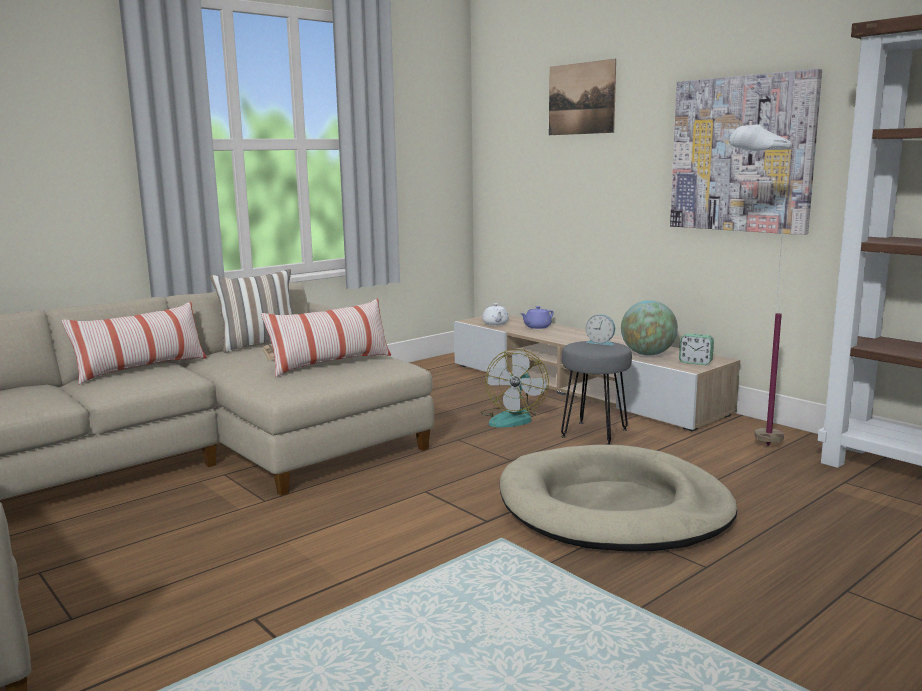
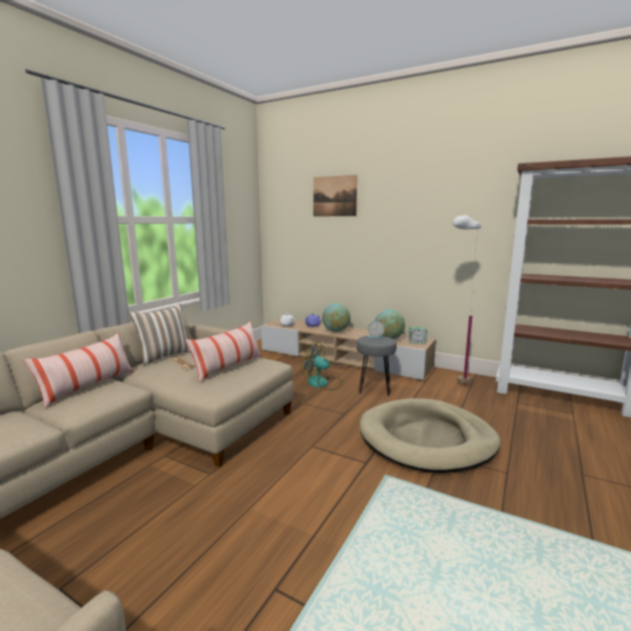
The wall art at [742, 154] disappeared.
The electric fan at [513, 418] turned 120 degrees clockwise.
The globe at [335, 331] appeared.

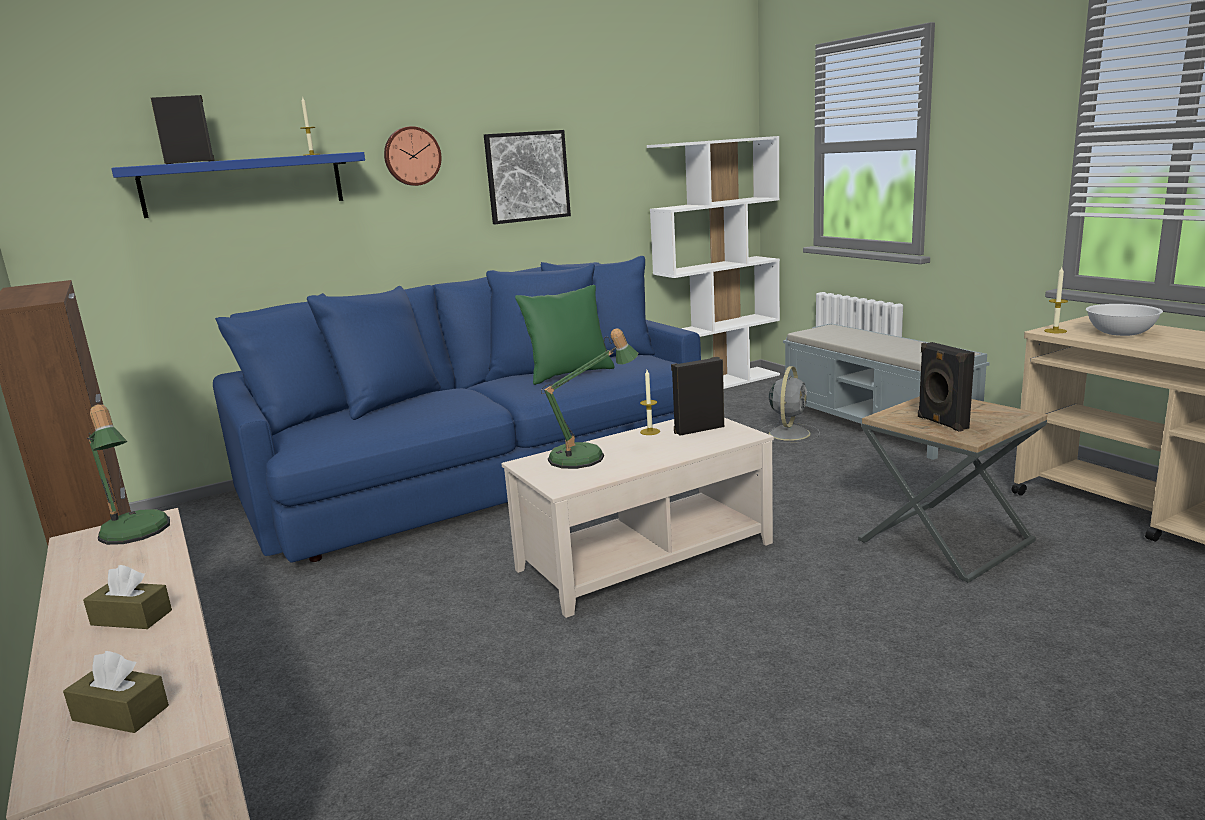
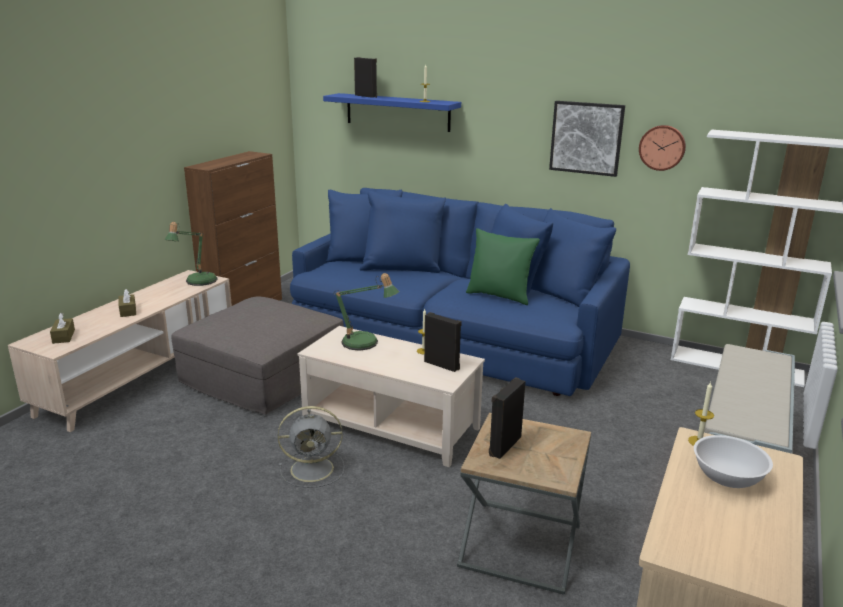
The hanging clock moved from [412, 156] to [662, 147].
The electric fan (greyish) moved from [789, 433] to [314, 469].
The ottoman (greyish) at [262, 375] appeared.

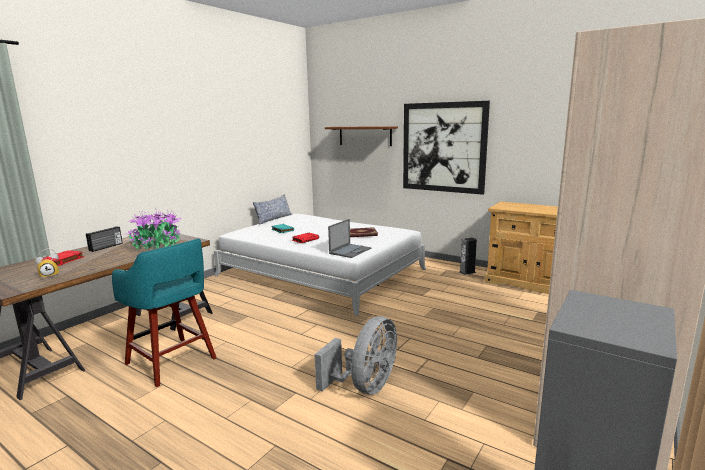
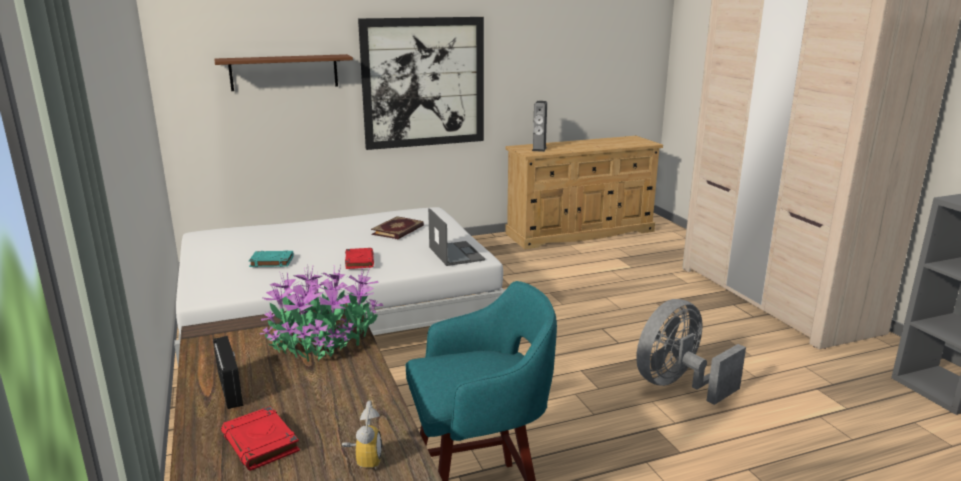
The cushion at [273, 219] disappeared.
The loudspeaker moved from [467, 272] to [539, 149].
The electric fan (greyish) at [365, 386] turned 105 degrees counterclockwise.

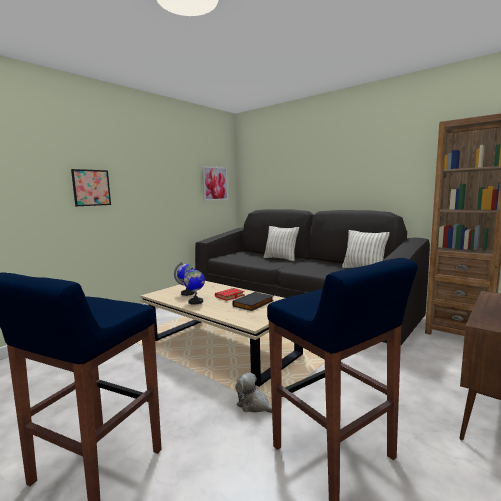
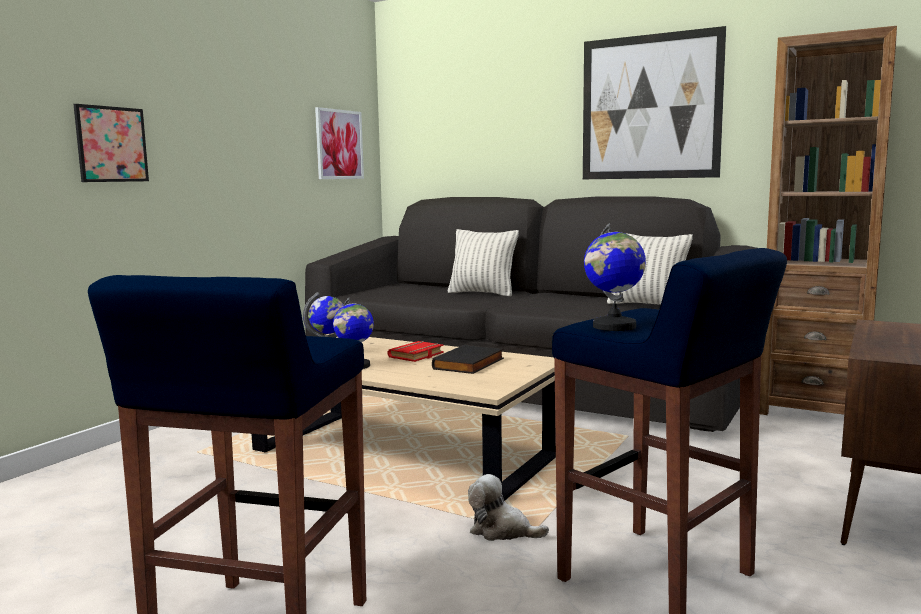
The wall art at [650, 107] appeared.
The globe at [614, 327] appeared.

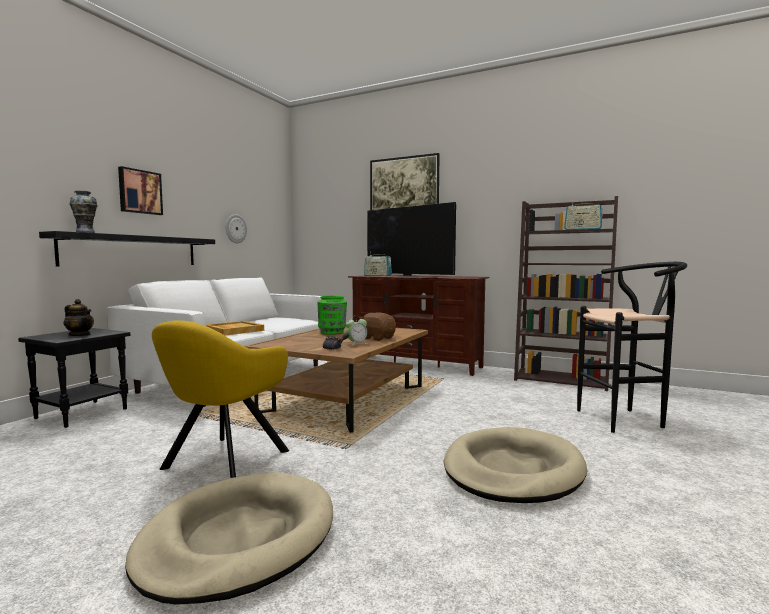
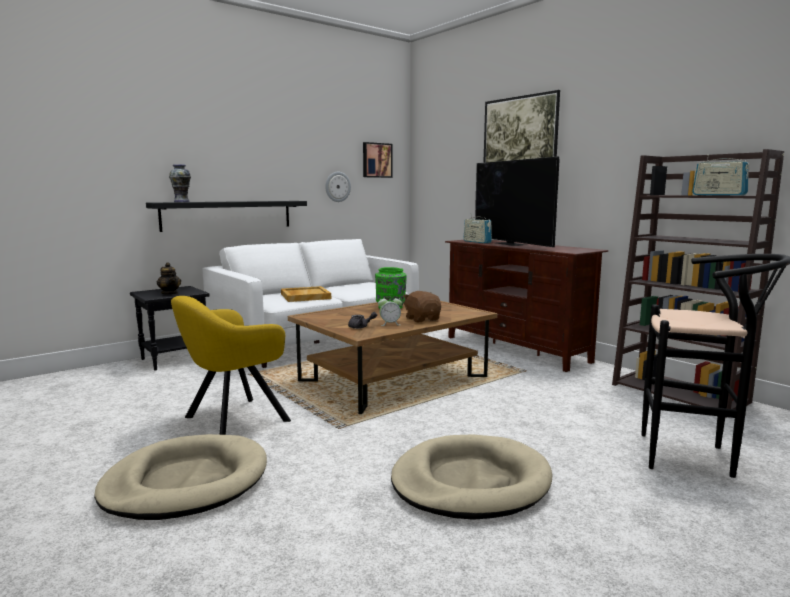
The wall art moved from [139, 192] to [376, 160].

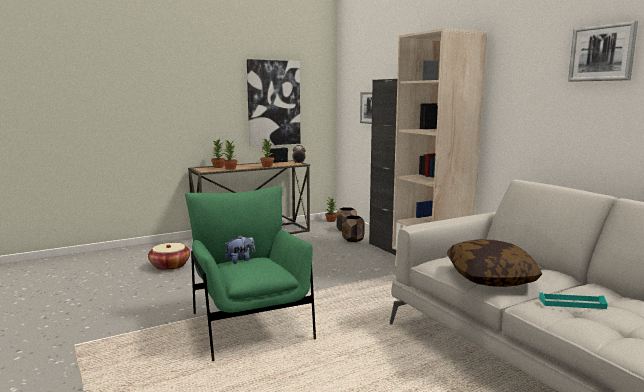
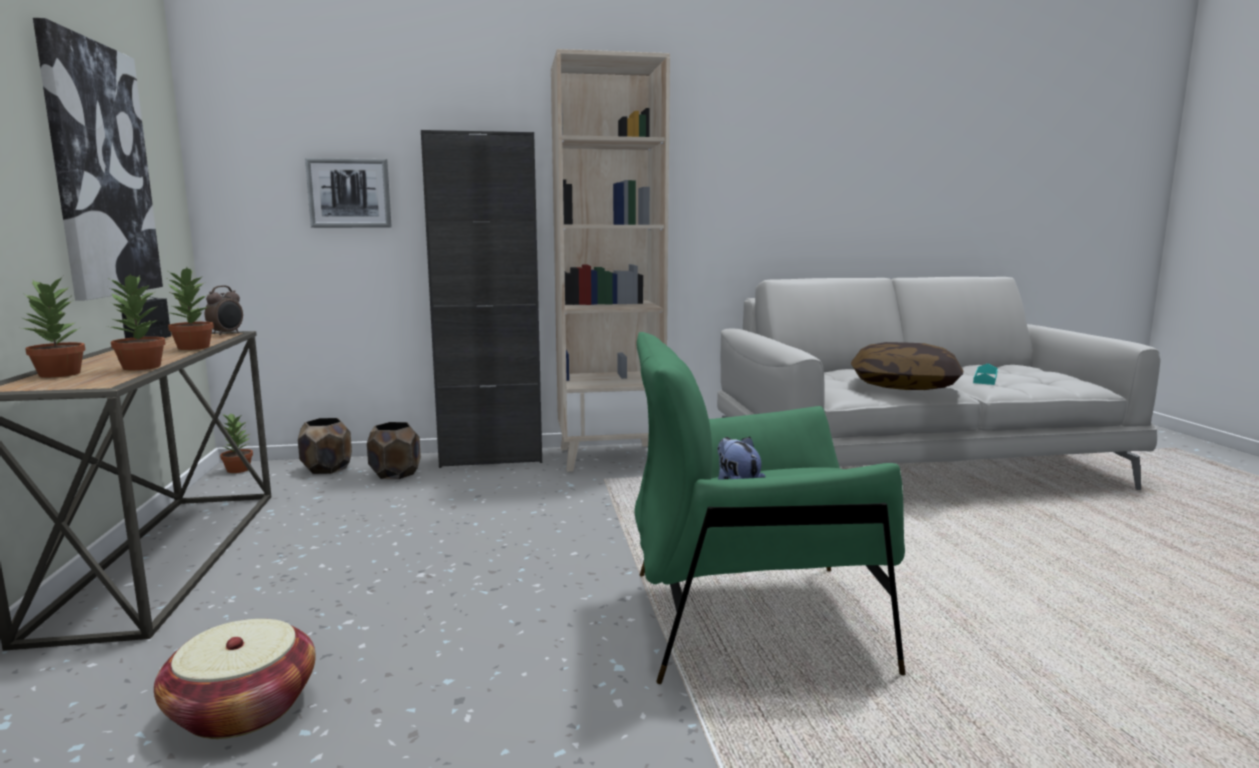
The wall art at [602, 53] disappeared.

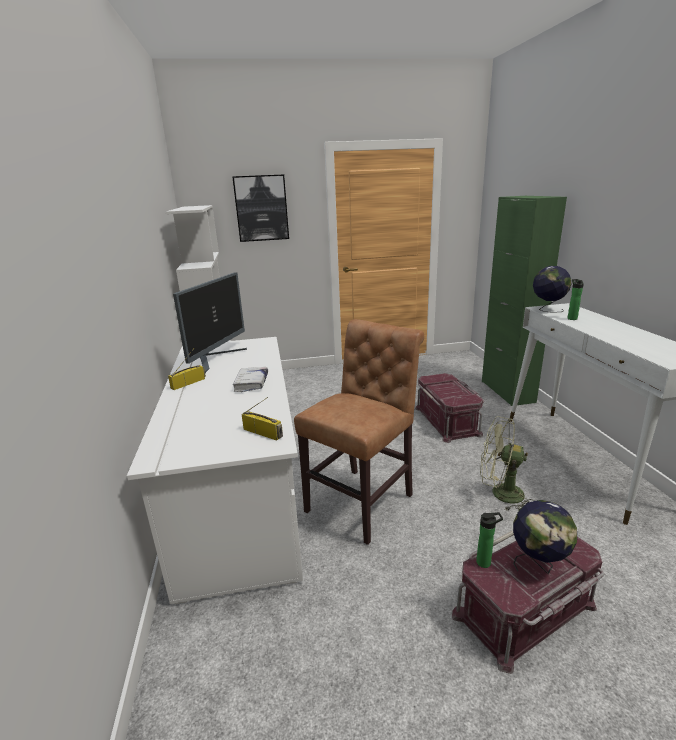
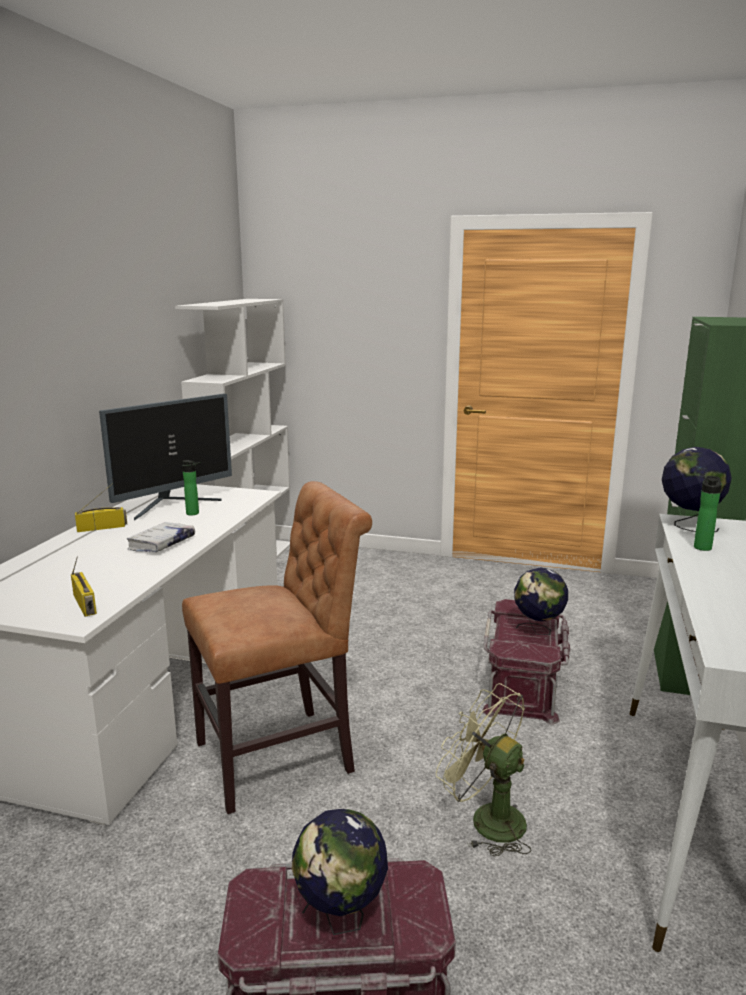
The wall art at [261, 208] disappeared.
The beverage bottle moved from [485, 562] to [194, 513].
The globe at [538, 631] appeared.

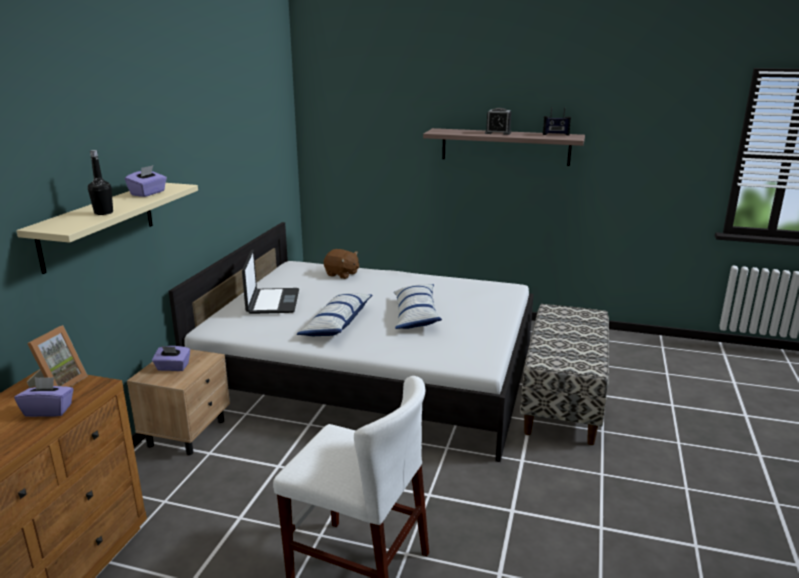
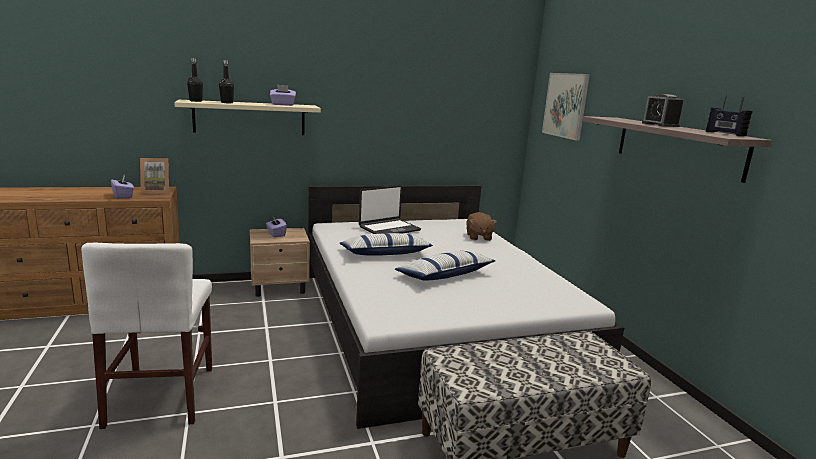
The beverage bottle (black-coloured) at [196, 101] appeared.
The wall art at [565, 105] appeared.

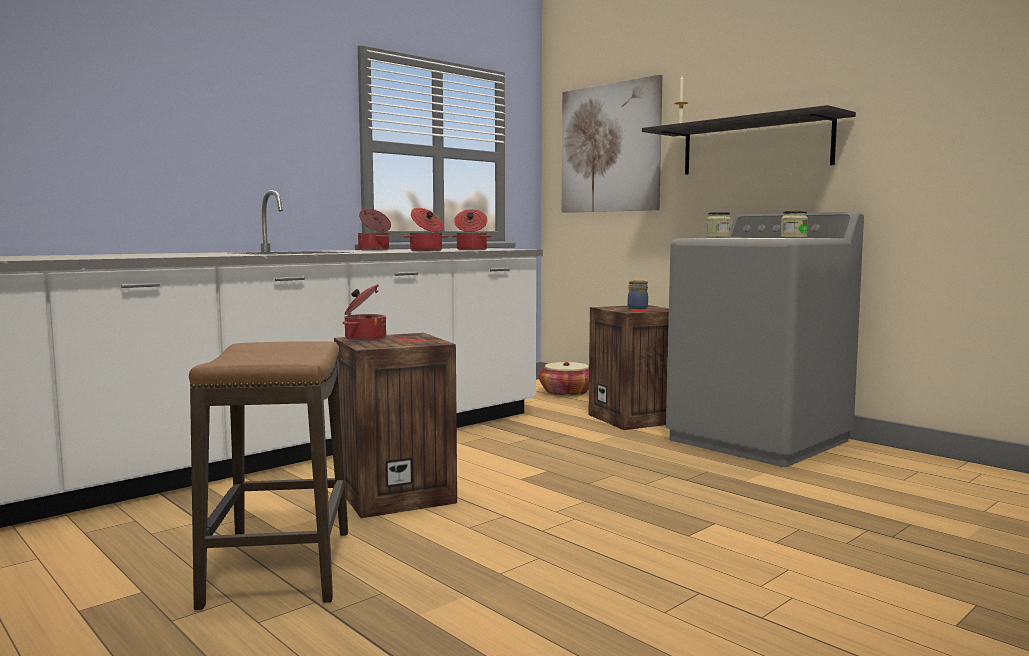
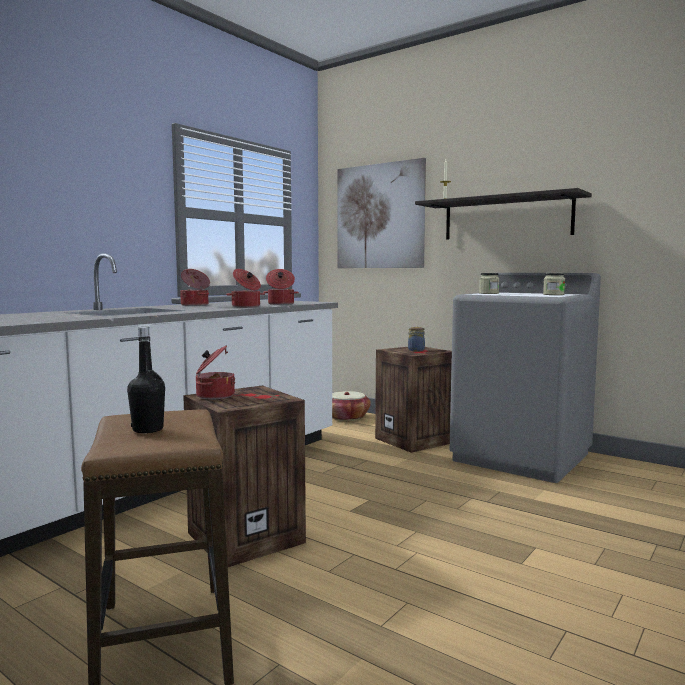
The beverage bottle (black-coloured) at [148, 429] appeared.

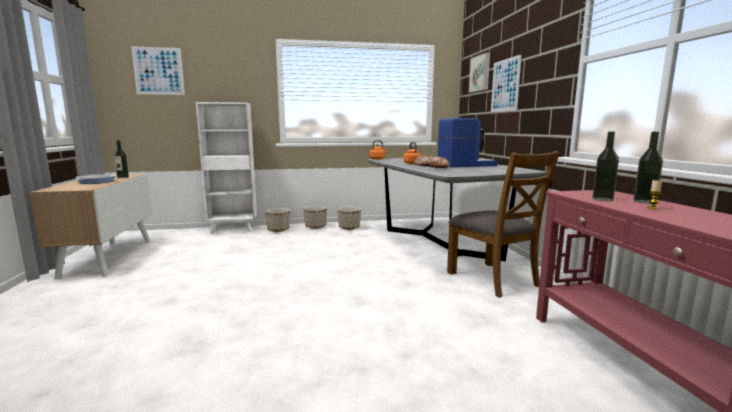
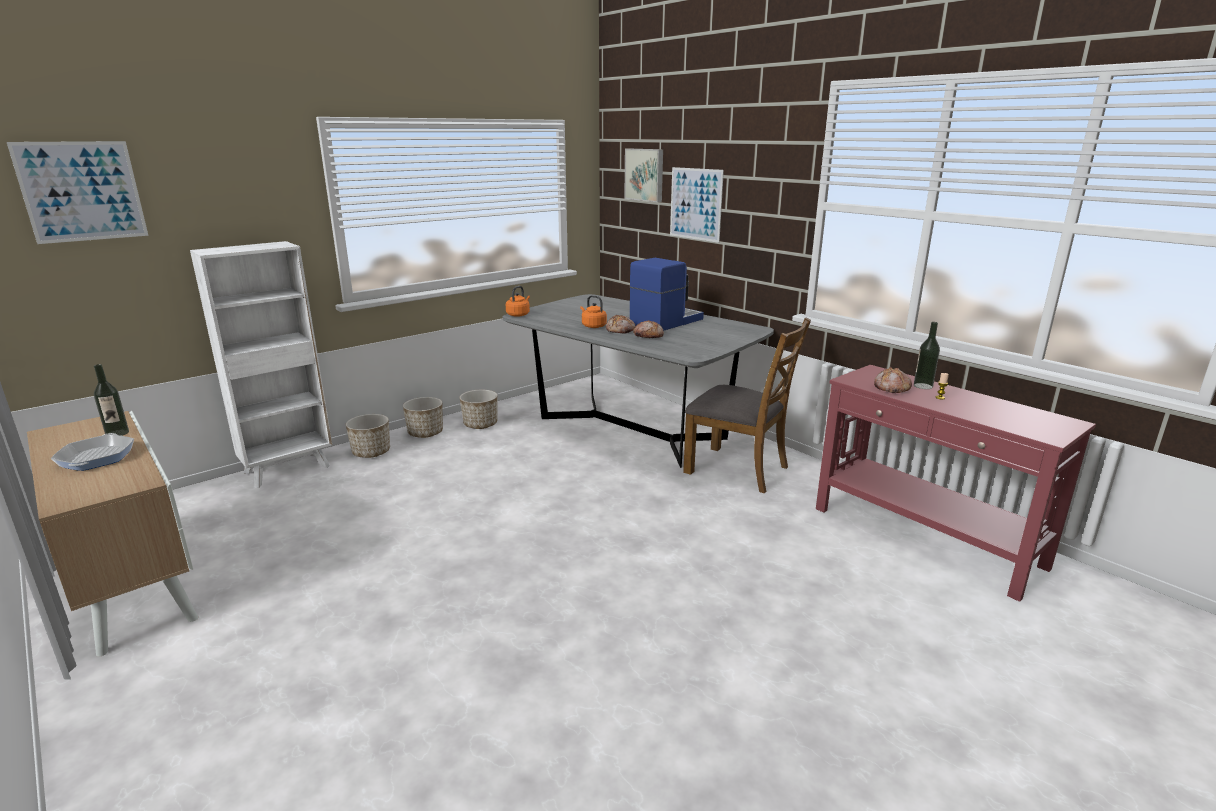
The beverage bottle at [602, 199] was replaced by the bakery bread at [891, 388].

